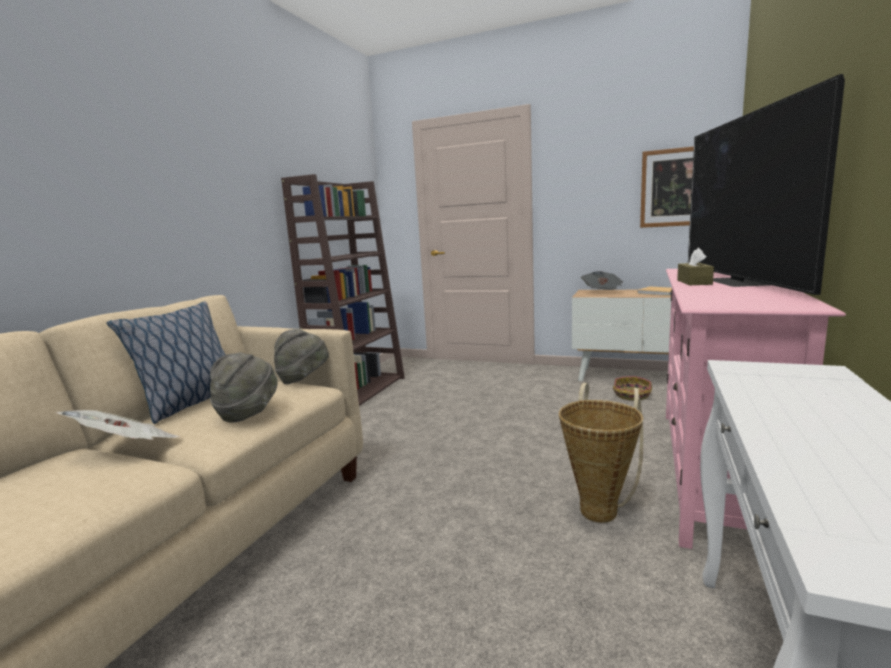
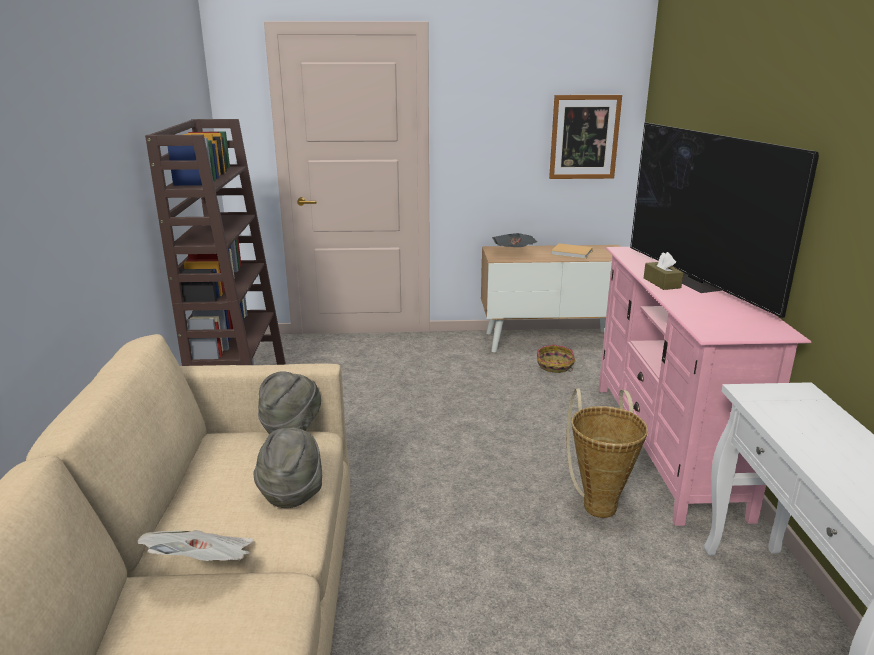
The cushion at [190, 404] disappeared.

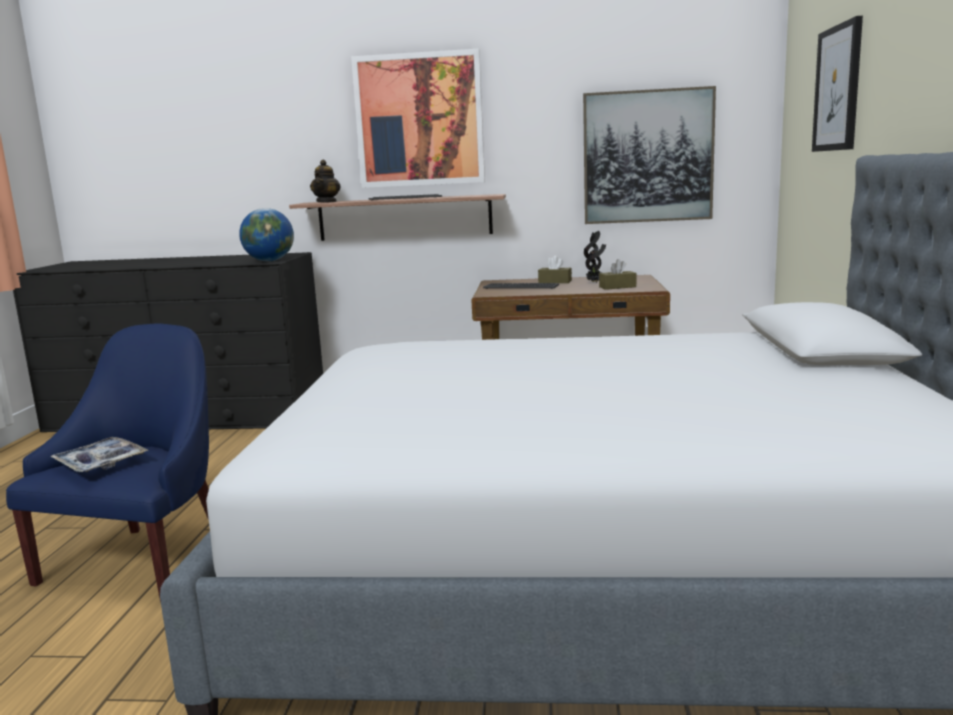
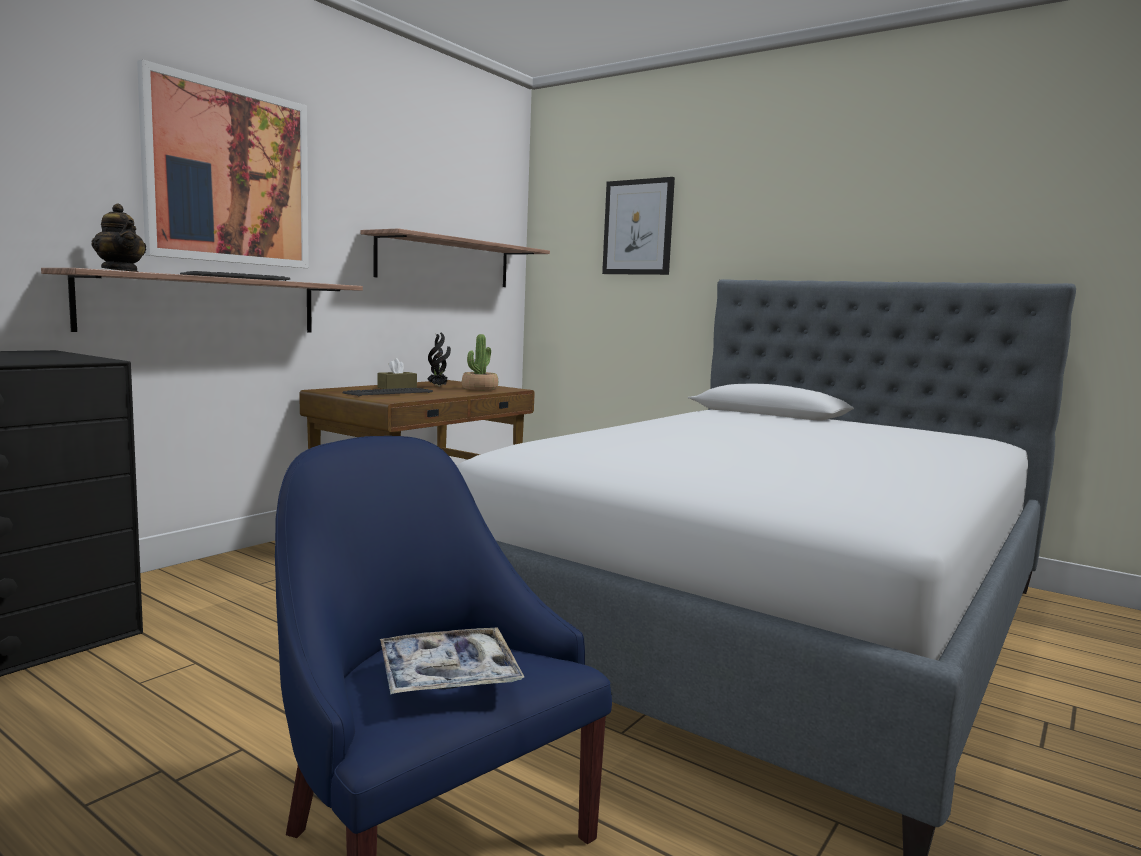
The wall art at [647, 157] was replaced by the shelf at [445, 262].
The globe at [269, 261] disappeared.
The tissue holder (brown) at [617, 287] was replaced by the potted plant at [479, 389].

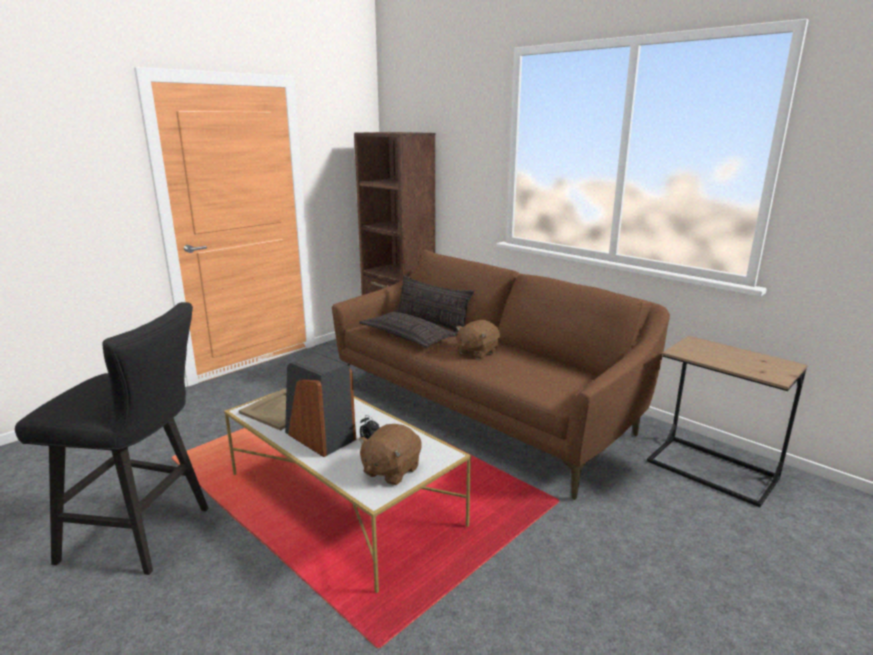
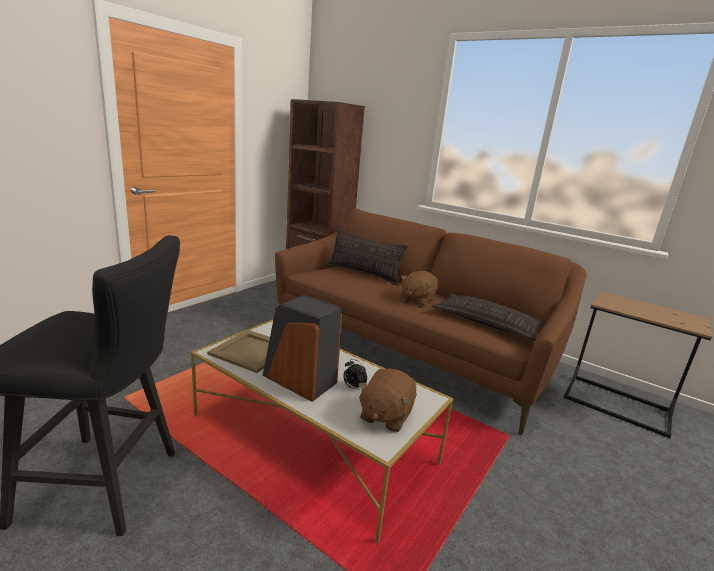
The cushion moved from [408, 336] to [487, 323].

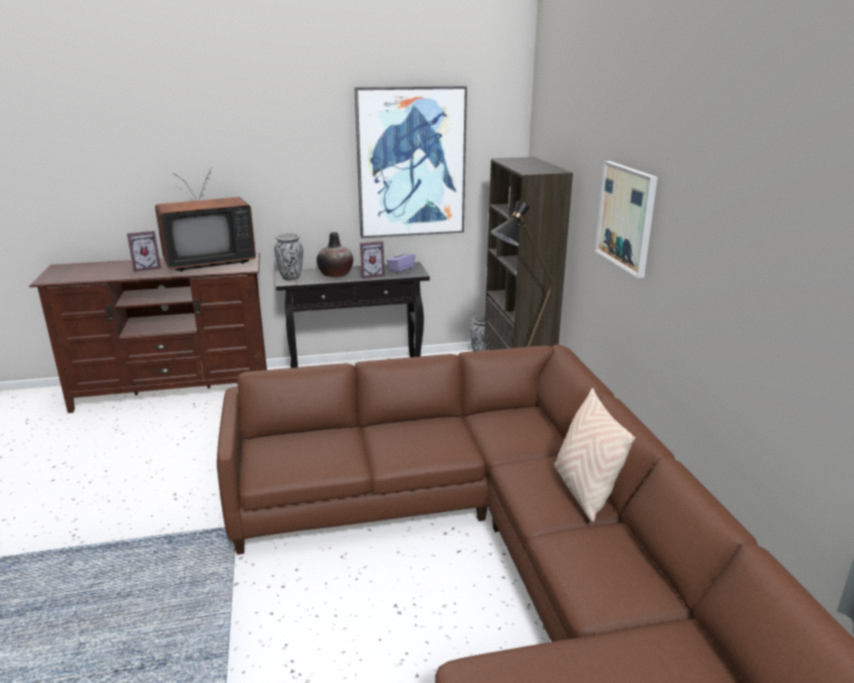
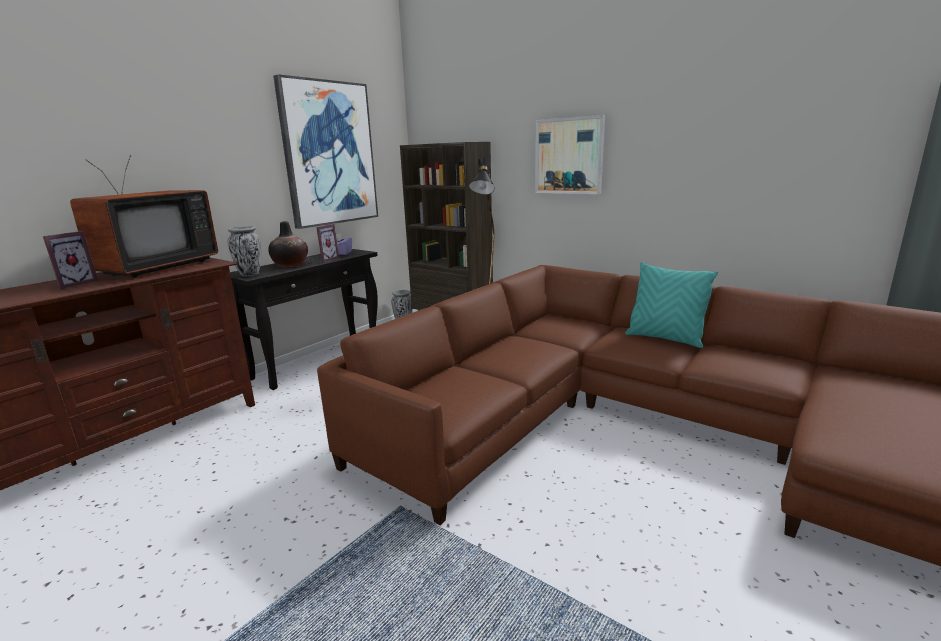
The cushion (sand-coloured) at [584, 492] became the cushion (turquoise-coloured) at [665, 338].

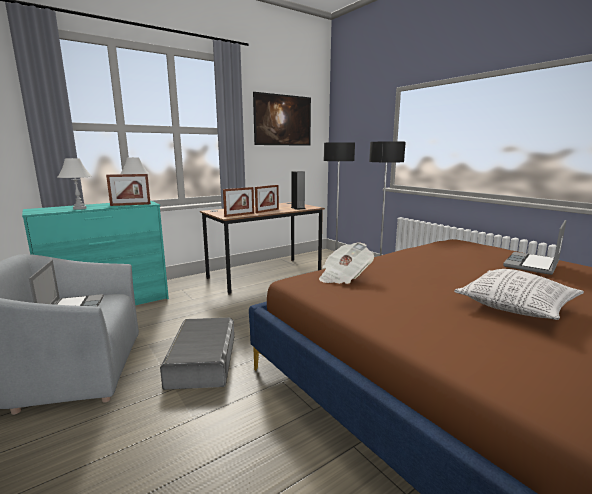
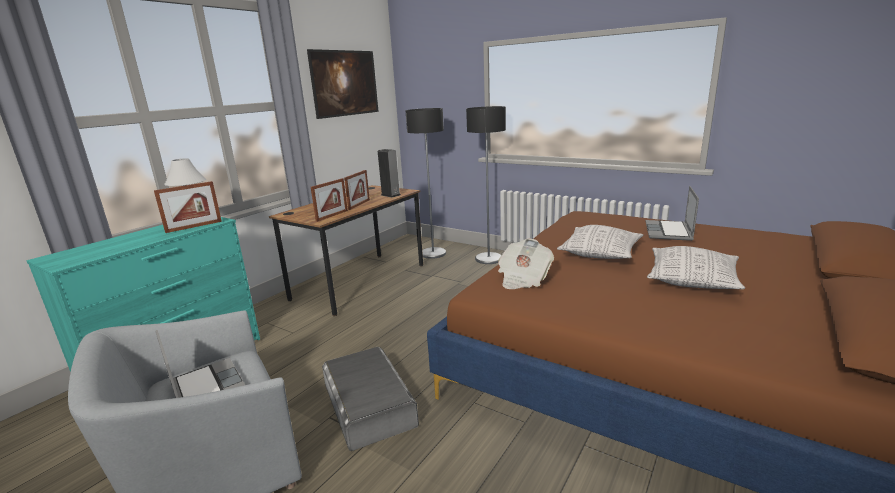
The lamp for a table (white-coloured) at [79, 208] disappeared.
The cushion at [600, 253] appeared.

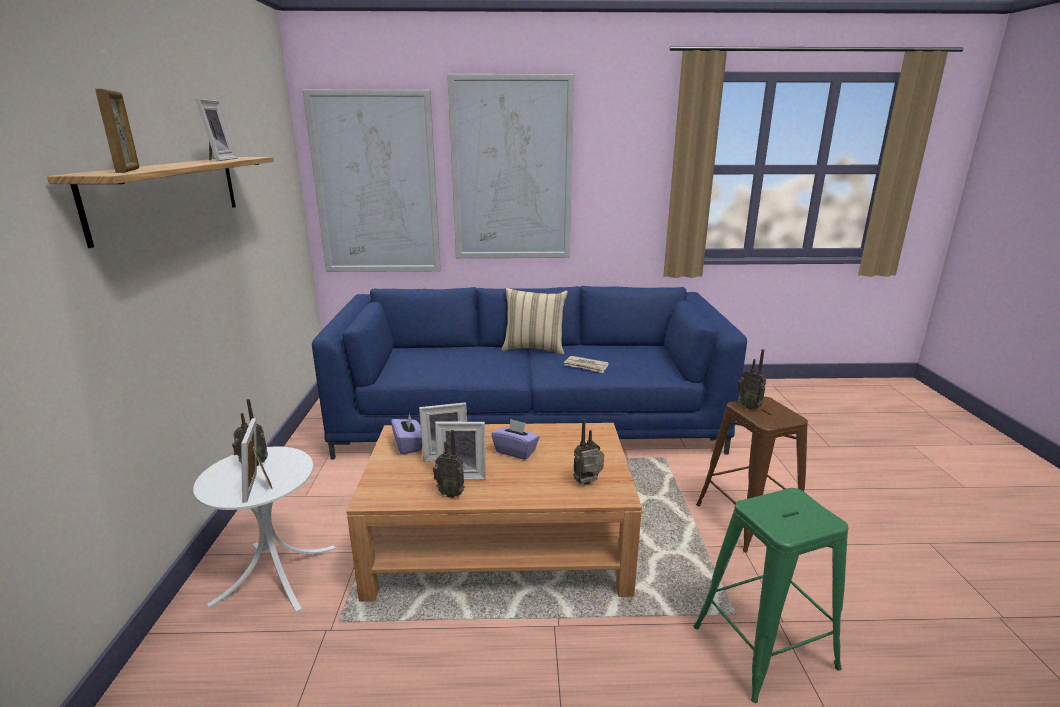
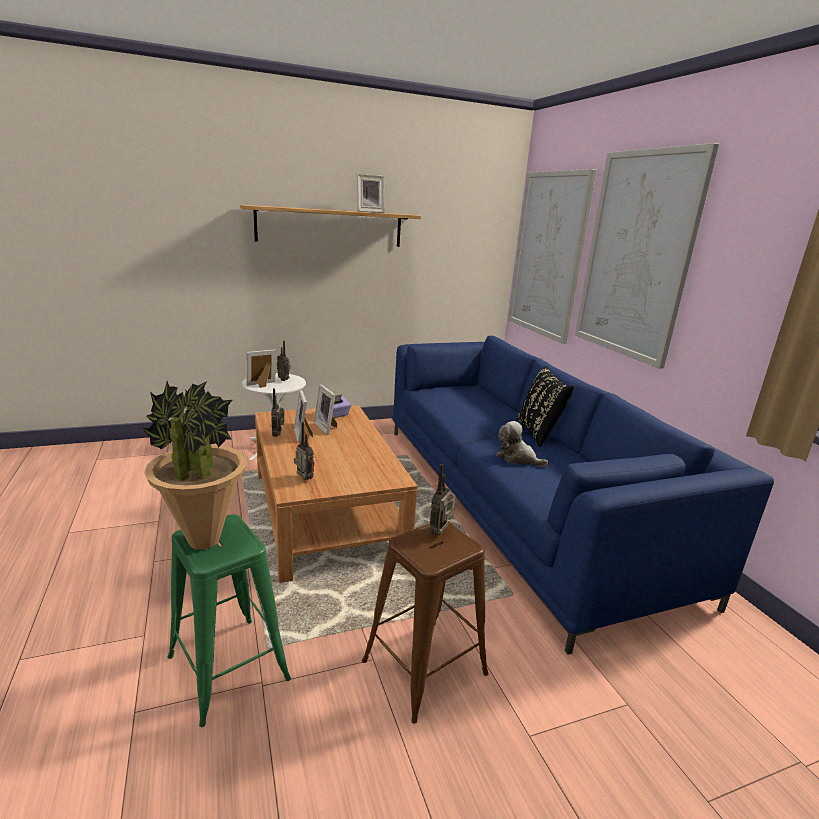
The photo frame at [128, 171] disappeared.
The cushion (sand-coloured) at [534, 348] became the cushion (black-coloured) at [539, 433].
The daily paper at [586, 366] was replaced by the plush toy at [517, 458].
The tissue holder (purple-coloured) at [516, 451] disappeared.
The potted plant at [203, 541] appeared.

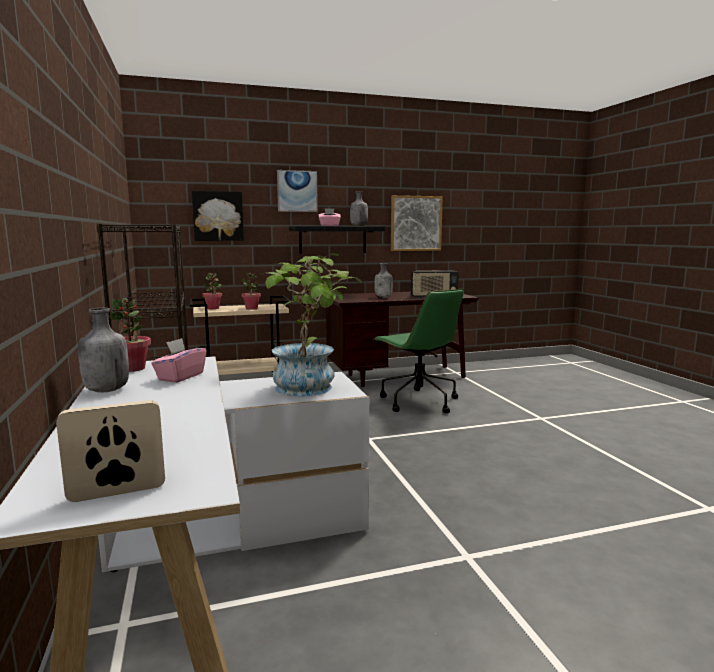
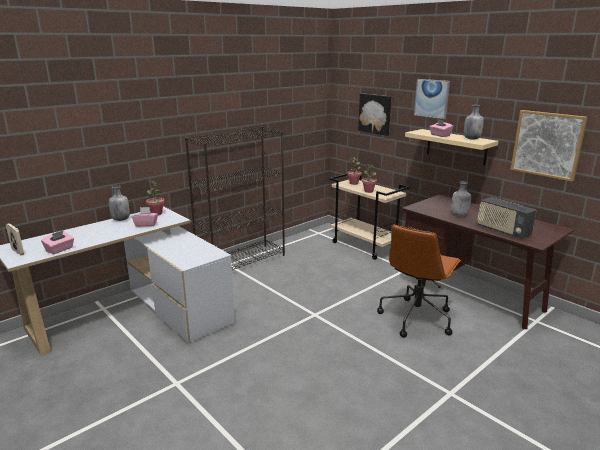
The shelf (black-coloured) at [332, 239] became the shelf (sand-coloured) at [456, 147].
The potted plant at [311, 389] disappeared.
The computer chair (green) at [418, 401] became the computer chair (brown) at [416, 318].
The tissue holder (pink) at [60, 249] appeared.

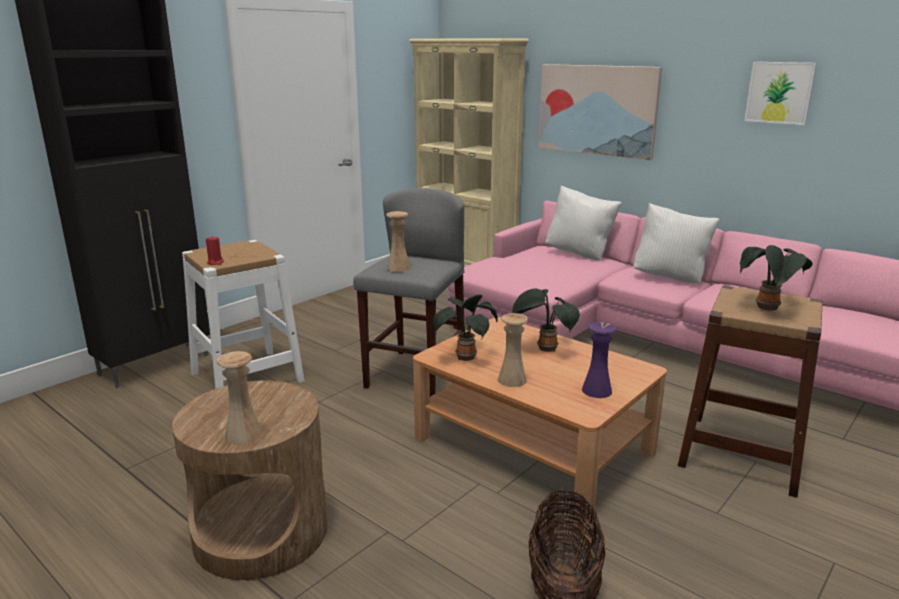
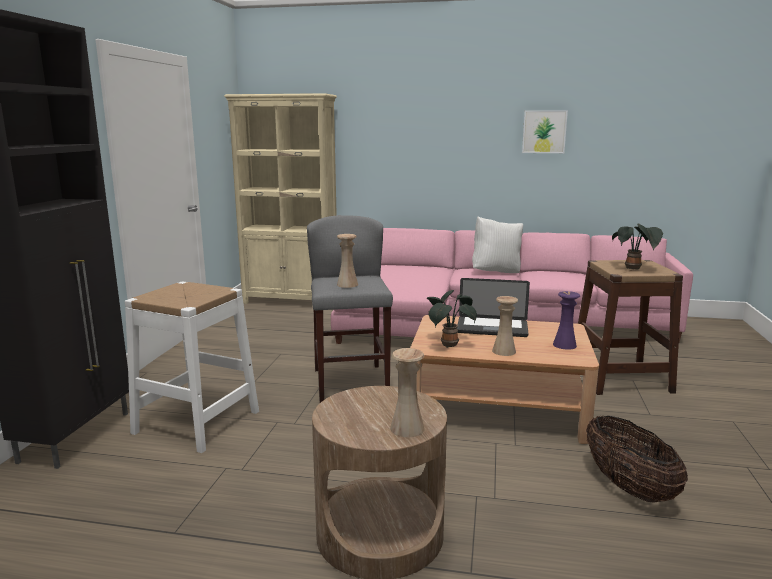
The wall art at [597, 110] disappeared.
The cushion (white-coloured) at [580, 254] disappeared.
The wax candle (red-coloured) at [215, 262] disappeared.
The potted plant at [544, 349] was replaced by the laptop at [492, 328].

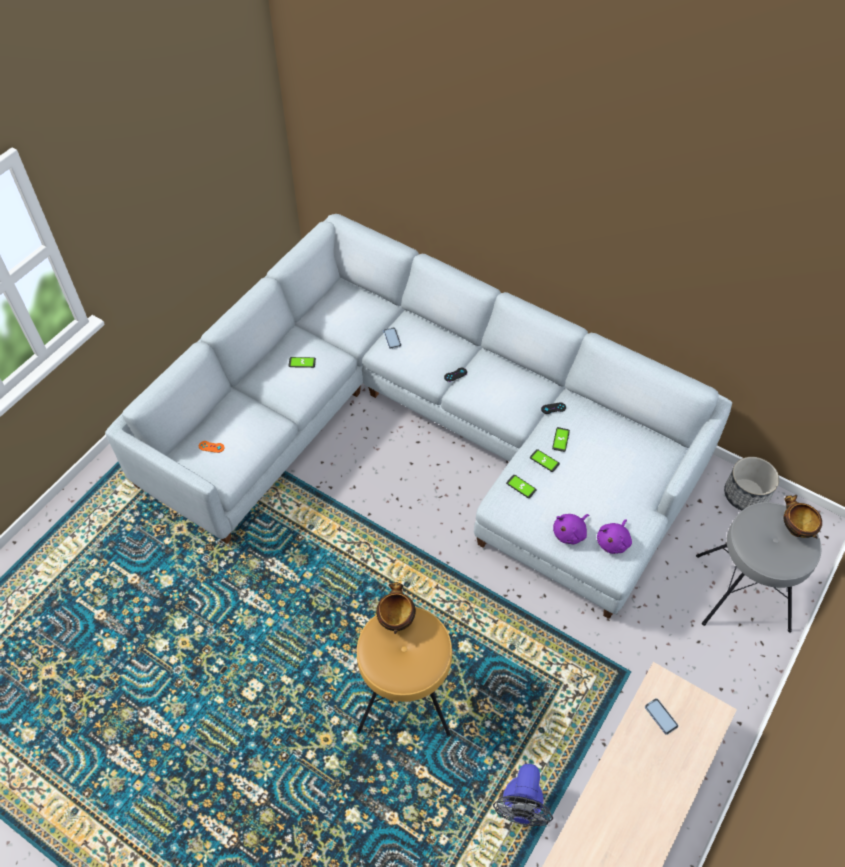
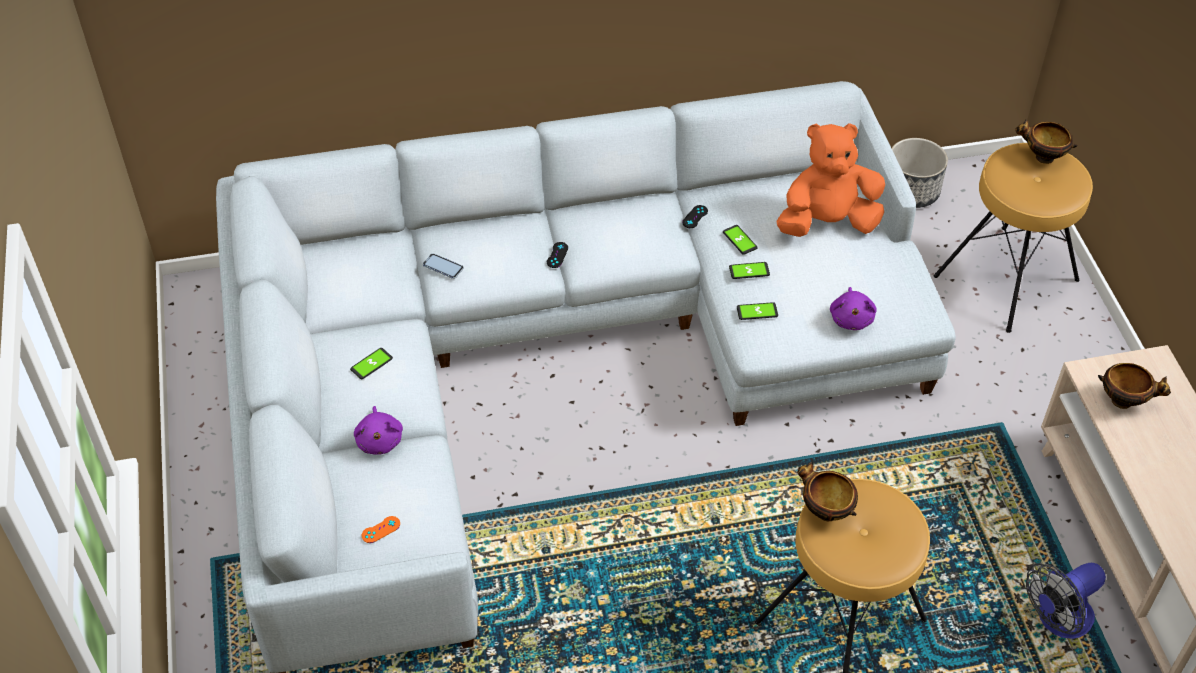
The sitting stool (greyish) at [742, 593] became the sitting stool (brown) at [1007, 278].
The plush toy (purple-coloured) moved from [613, 542] to [380, 440].
The phone at [661, 716] was replaced by the deep dish at [1124, 401].
The electric fan at [521, 807] turned 90 degrees clockwise.
The plush toy (orange-coloured) at [827, 223] appeared.

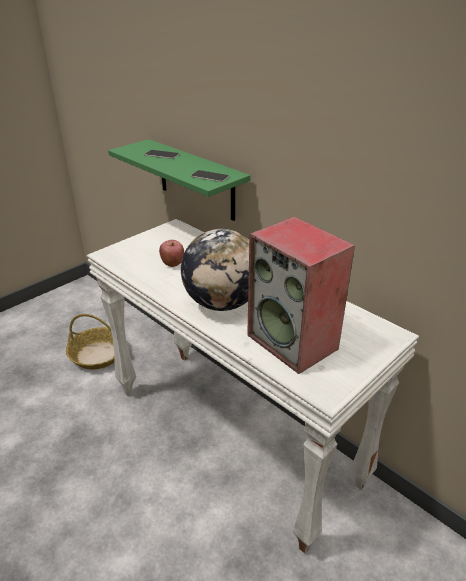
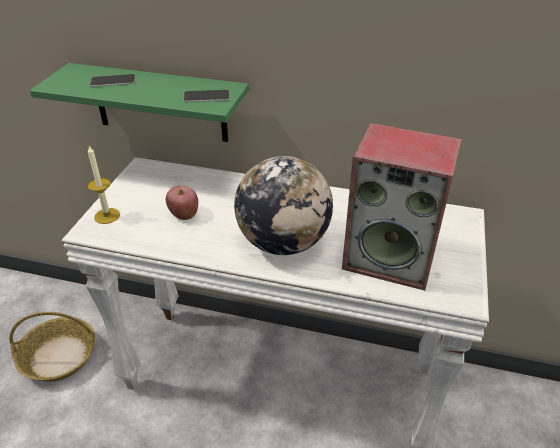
The wax candle at [107, 216] appeared.

